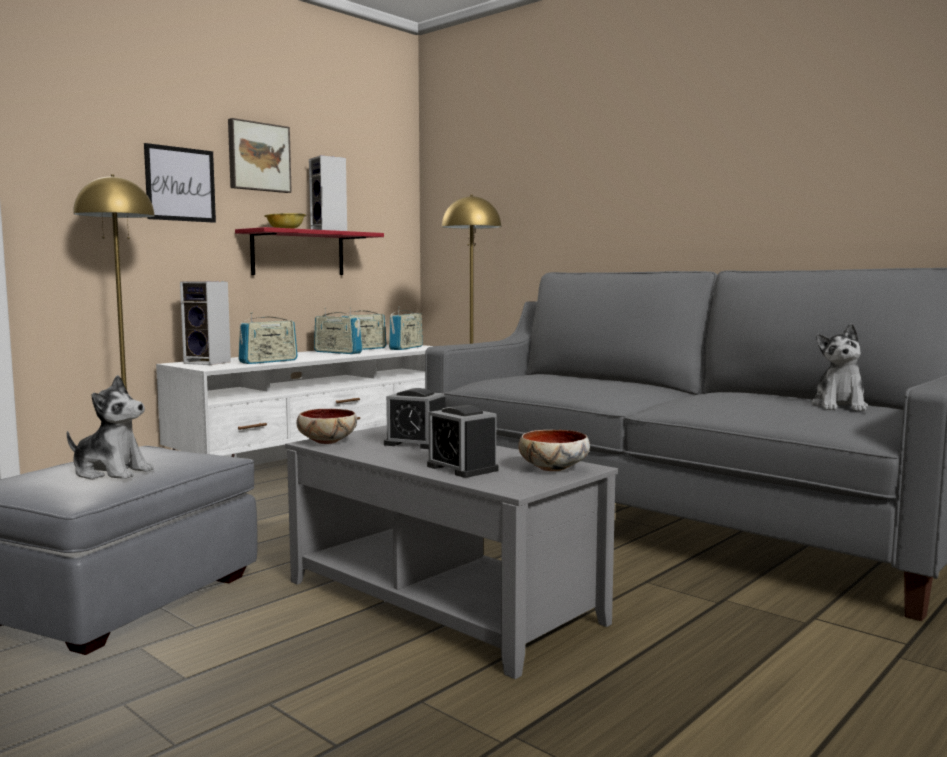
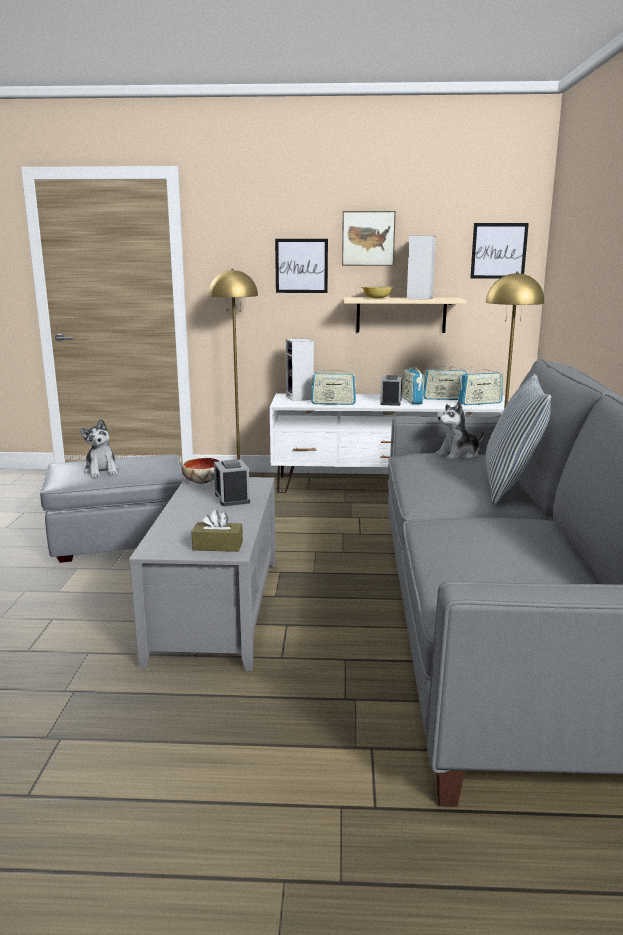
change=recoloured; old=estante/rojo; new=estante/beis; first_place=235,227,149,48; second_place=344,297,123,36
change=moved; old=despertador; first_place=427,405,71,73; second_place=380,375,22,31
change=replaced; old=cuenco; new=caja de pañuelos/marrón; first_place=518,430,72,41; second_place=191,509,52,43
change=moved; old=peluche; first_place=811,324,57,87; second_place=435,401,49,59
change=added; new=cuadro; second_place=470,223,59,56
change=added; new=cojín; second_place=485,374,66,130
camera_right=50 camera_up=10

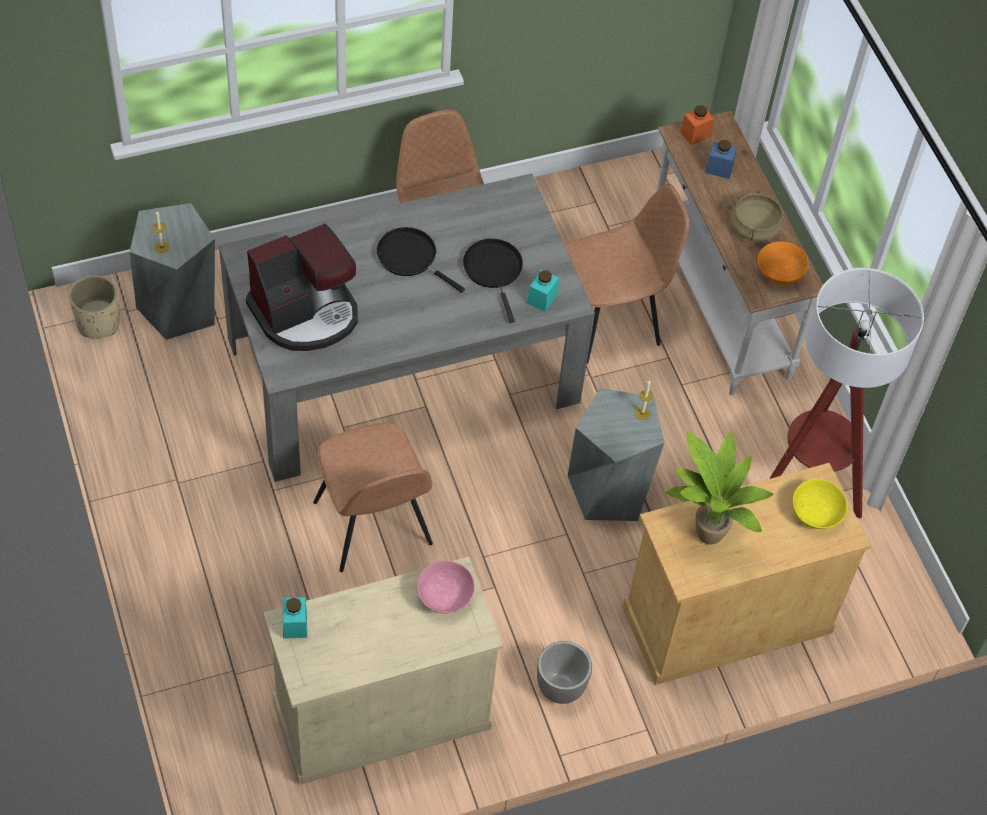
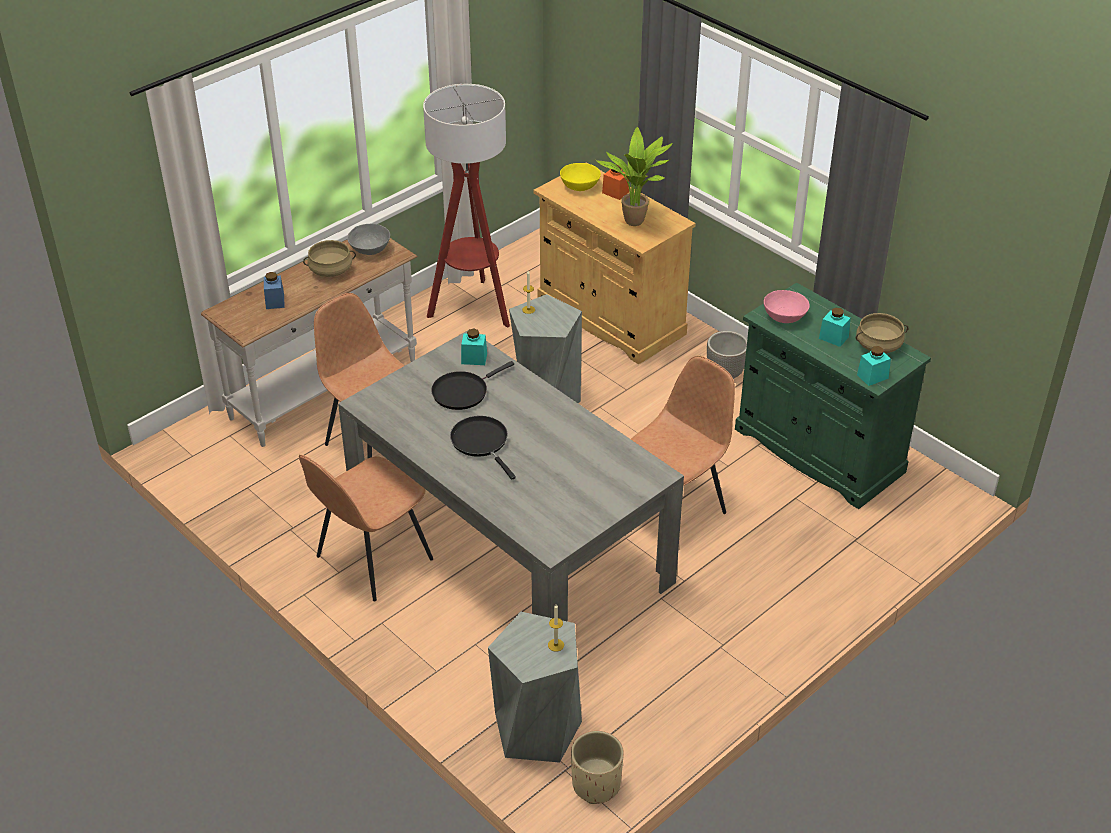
change=removed; old=cafetera; first_place=246,223,112,128
change=recoloured; old=armario/beis; new=armario/verde; first_place=263,556,240,229; second_place=735,282,196,227
change=turned; old=sartén/negro; first_place=377,227,88,66; second_place=450,416,66,64; degrees=135
change=moved; old=tarro/naranja; first_place=680,105,34,40; second_place=602,164,27,36
change=recoloured; old=cuenco/naranja; new=cuenco/gris; first_place=758,242,50,43; second_place=347,224,43,31
change=added; new=tarro/turquesa; second_place=819,308,32,39
change=added; new=olla/beis; second_place=856,313,53,40
camera_right=-110 camera_up=-15

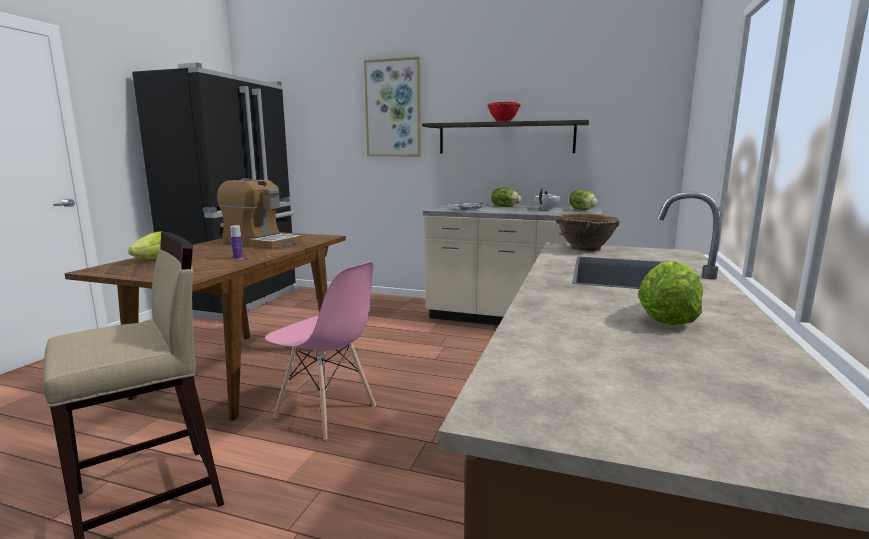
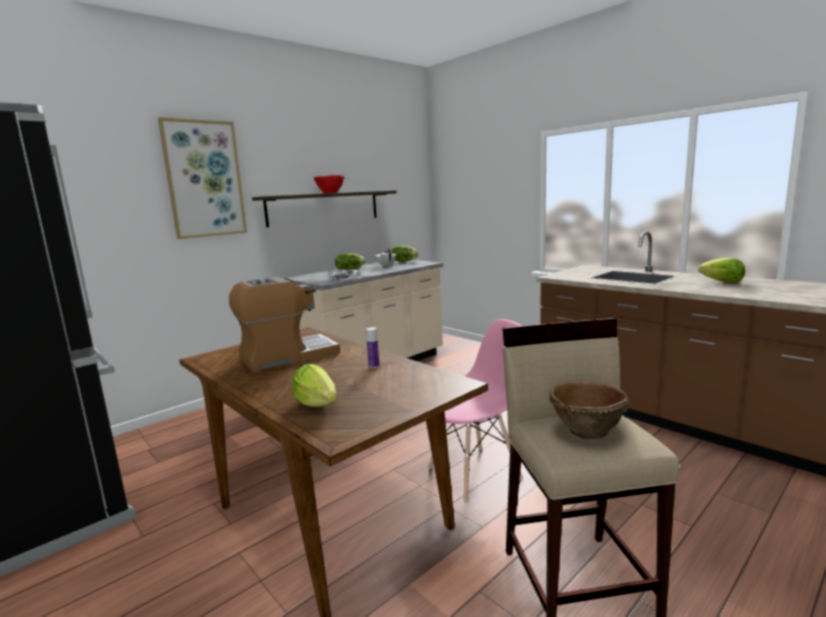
change=moved; old=cuenco/marrón; first_place=556,213,64,38; second_place=549,381,81,58
camera_right=-60 camera_up=0

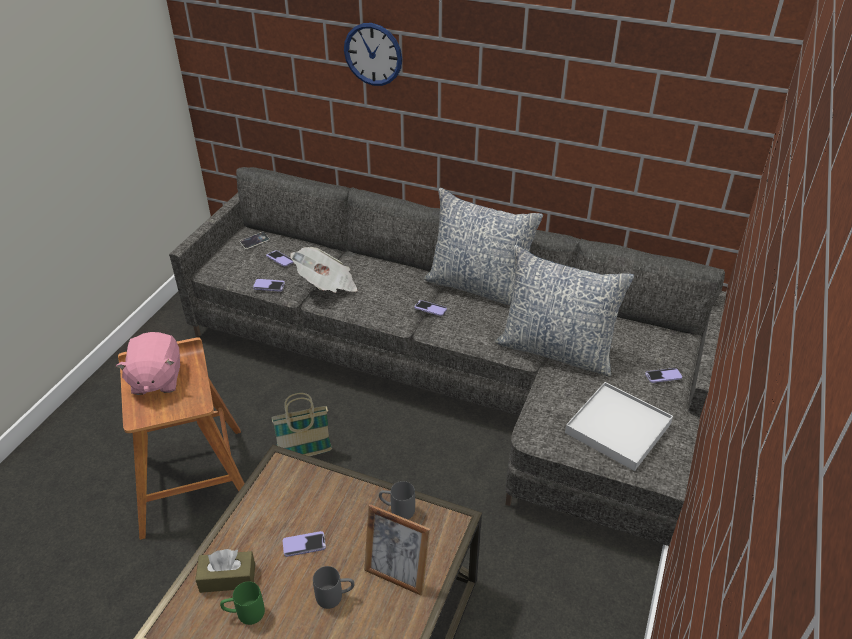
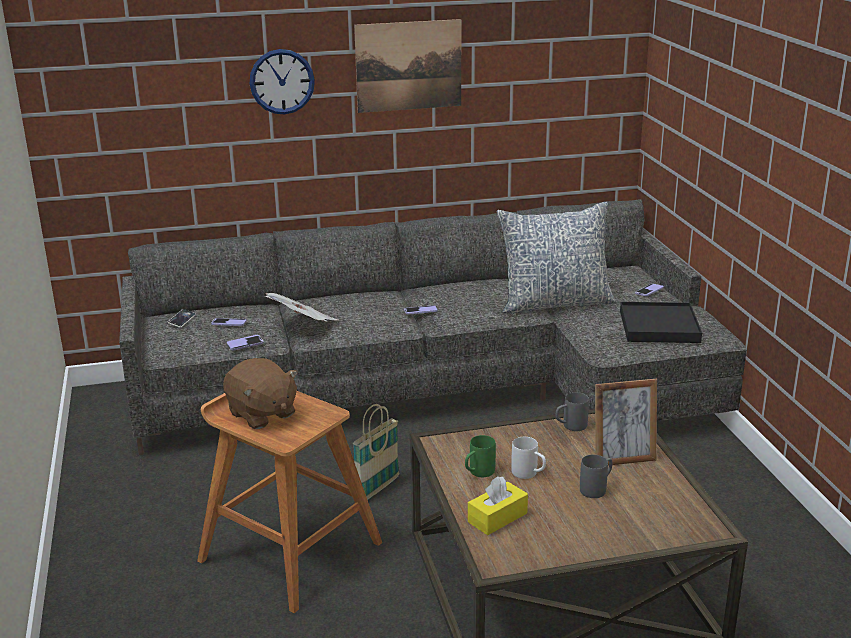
change=recoloured; old=peluche/rosa; new=peluche/marrón; first_place=116,332,64,63; second_place=223,358,75,71
change=recoloured; old=caja de pañuelos/marrón; new=caja de pañuelos/amarillo; first_place=195,549,60,44; second_place=468,476,60,59
change=moved; old=taza grande/verde; first_place=220,581,45,44; second_place=465,435,31,42
change=replaced; old=móvil; new=taza grande/blanco; first_place=283,531,43,26; second_place=511,437,35,42
change=removed; old=cojín; first_place=424,188,119,117
change=recoloured; old=bandeja/blanco; new=bandeja/negro; first_place=565,382,108,89; second_place=620,302,82,41
change=added; new=cuadro; second_place=354,19,107,94
camera_right=-35 camera_up=-15

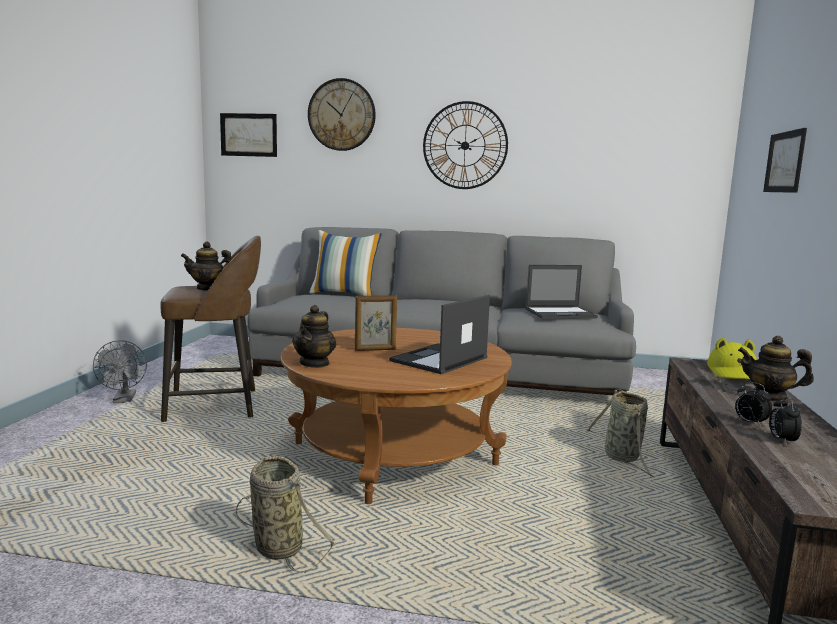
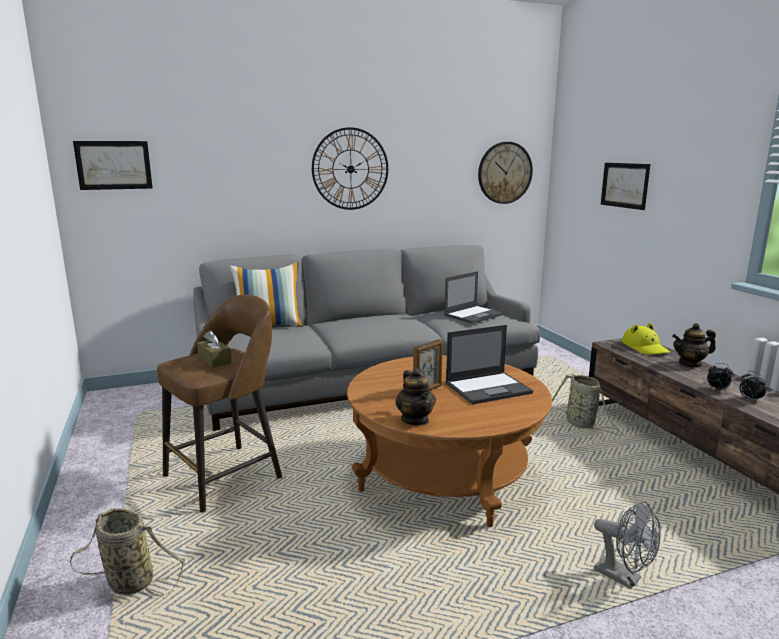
change=moved; old=ventilador/gris; first_place=93,340,54,63; second_place=594,502,67,87
change=replaced; old=tetera; new=caja de pañuelos/marrón; first_place=181,241,50,50; second_place=197,330,35,38
change=moved; old=cesta; first_place=236,456,100,116; second_place=70,508,115,88
change=moved; old=reloj de pared; first_place=308,78,68,73; second_place=478,142,55,62
change=turned; old=portátil; first_place=389,295,101,79; second_place=446,325,87,79; degrees=-120
camera_right=-30 camera_up=5

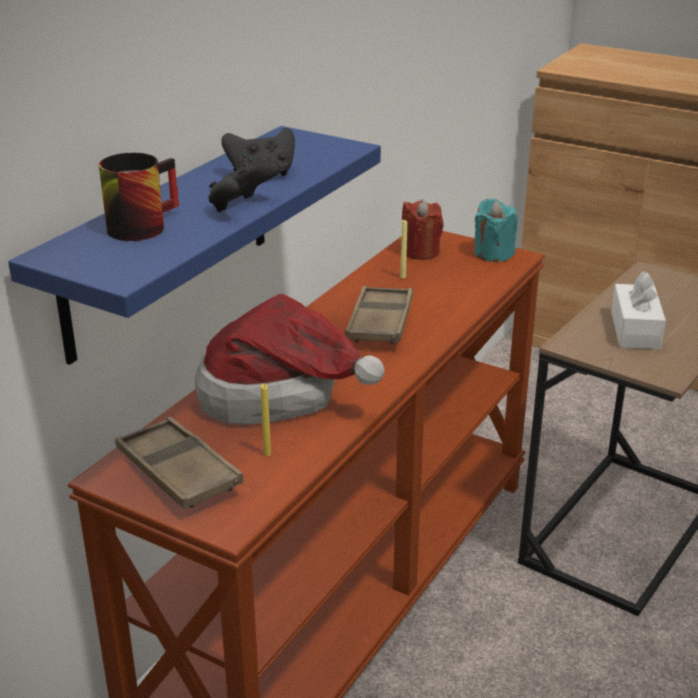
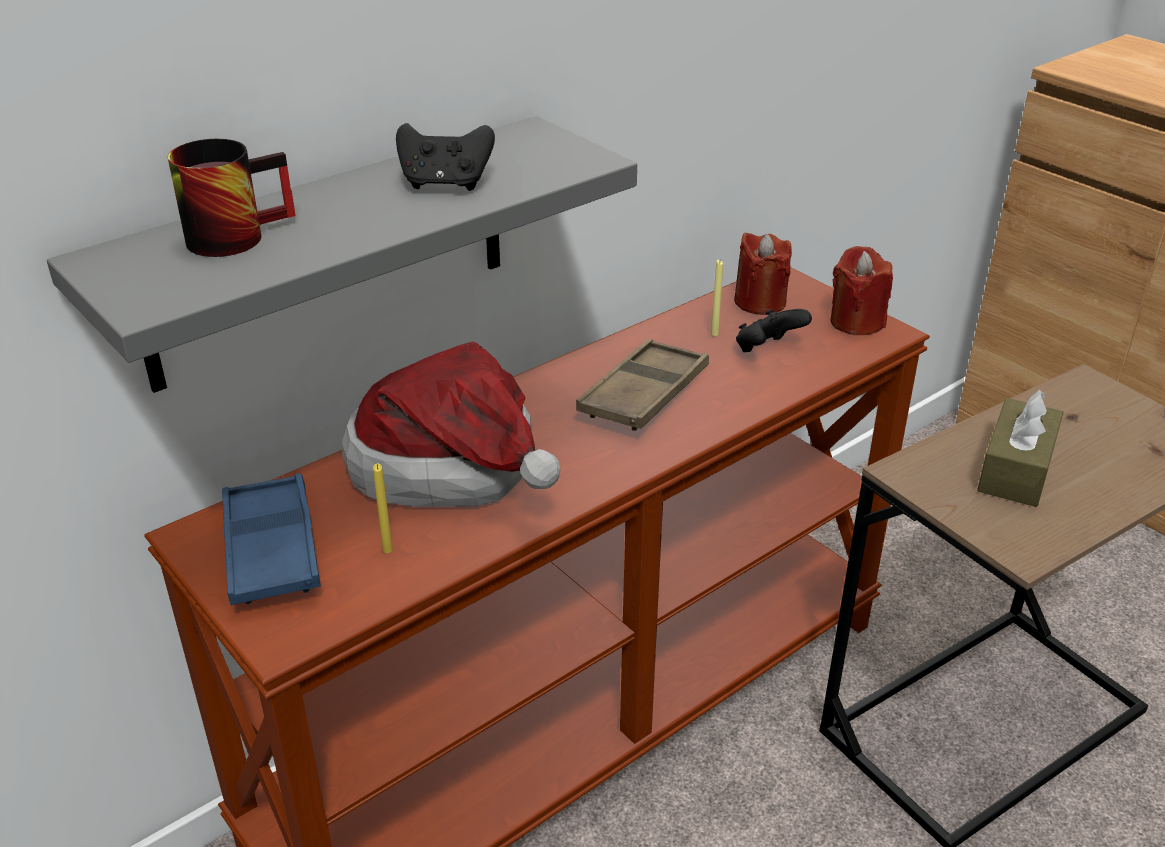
change=recoloured; old=estante/azul; new=estante/gris; first_place=8,126,373,239; second_place=47,116,590,277
change=recoloured; old=bandeja/marrón; new=bandeja/azul; first_place=115,417,129,92; second_place=222,473,99,132
change=moved; old=mando de consola/negro; first_place=208,160,72,52; second_place=736,309,76,43
change=recoloured; old=vela/turquesa; new=vela/rojo; first_place=474,199,44,63; second_place=830,246,63,89
change=recoloured; old=caja de pañuelos/blanco; new=caja de pañuelos/marrón; first_place=611,271,55,78; second_place=977,390,87,117
camera_right=20 camera_up=5

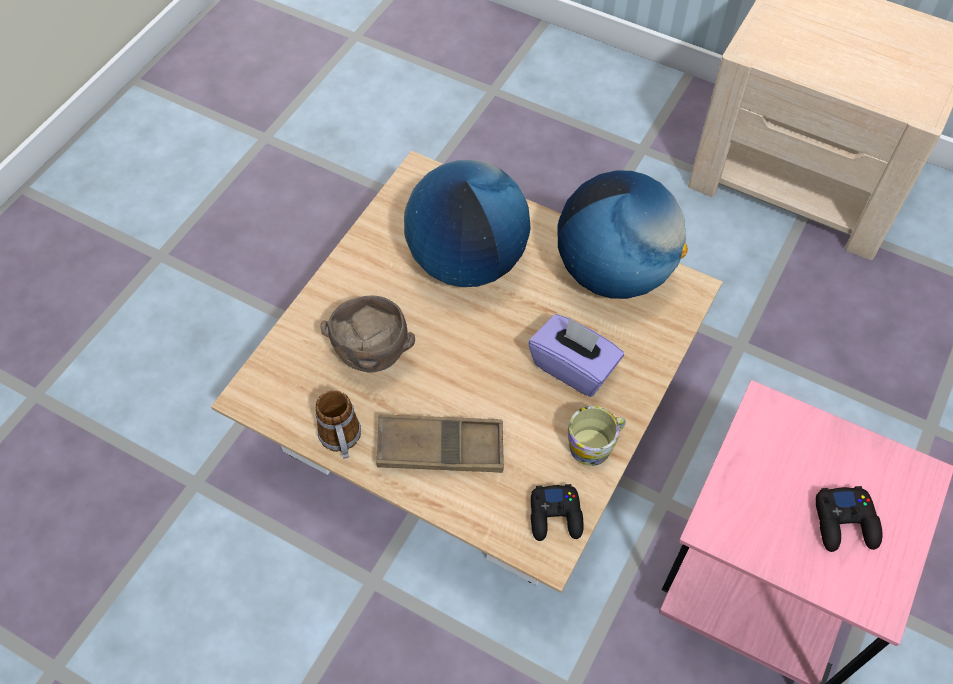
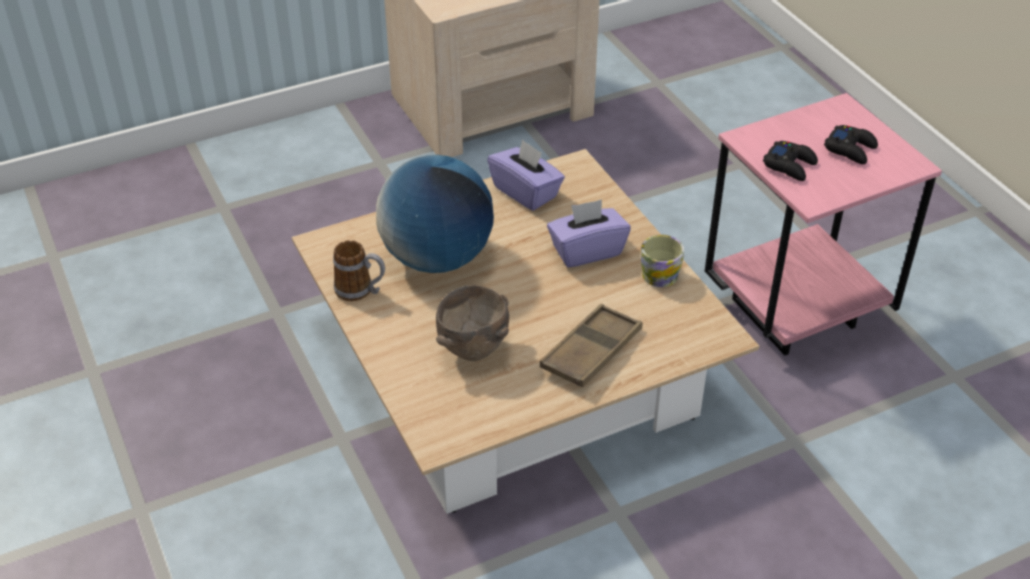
change=moved; old=taza grande; first_place=315,390,46,69; second_place=333,240,52,61
change=moved; old=mando de consola/negro; first_place=531,484,53,57; second_place=763,141,55,40
change=replaced; old=globo terráqueo; new=caja de pañuelos/morado; first_place=558,170,130,129; second_place=487,139,78,72
camera_right=-55 camera_up=-15

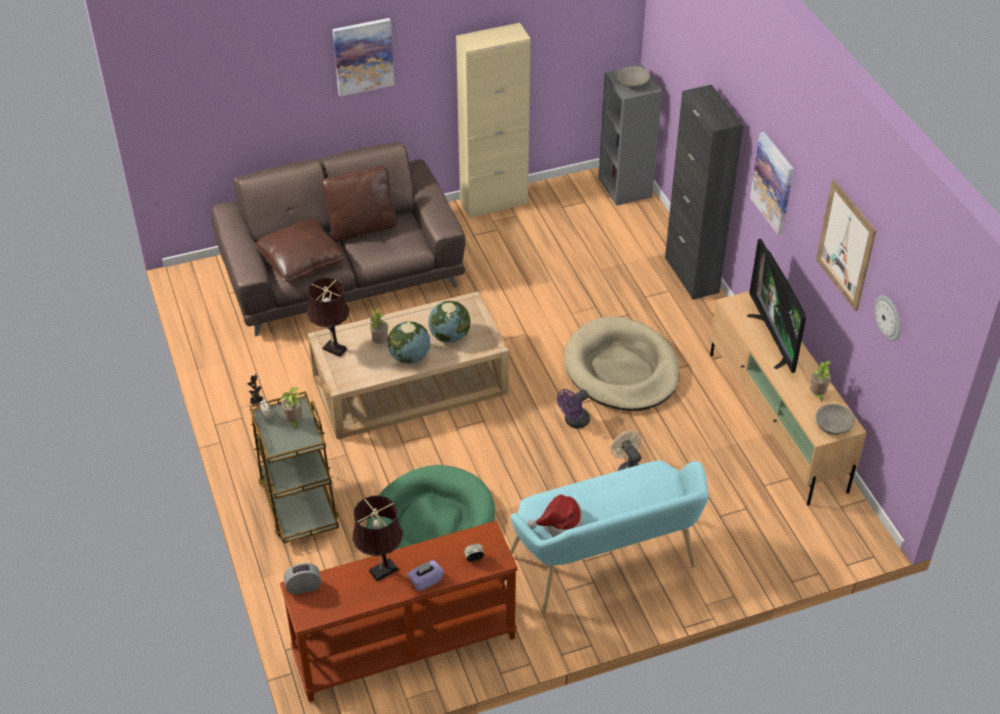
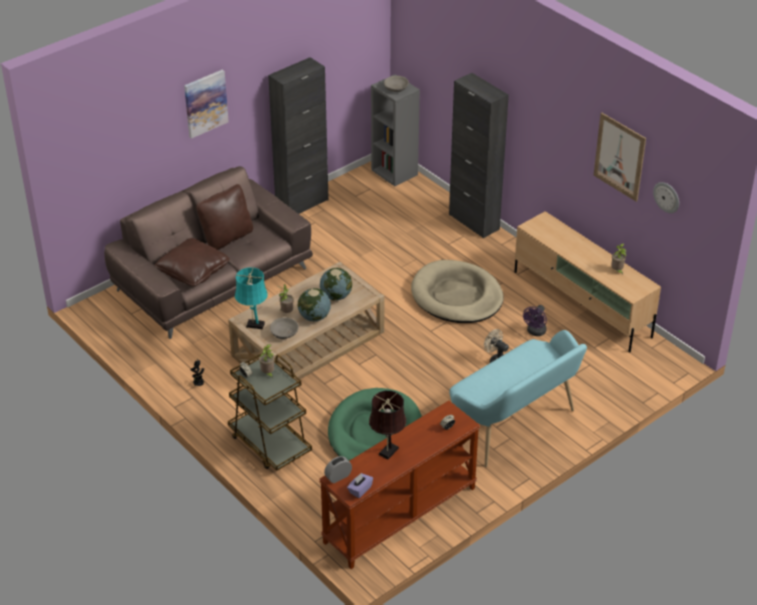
change=recoloured; old=lámpara de mesa/marrón; new=lámpara de mesa/turquesa; first_place=308,278,41,79; second_place=235,268,33,61
change=moved; old=caja de pañuelos/morado; first_place=407,560,37,32; second_place=347,473,26,25
change=recoloured; old=armario/beis; new=armario/negro; first_place=456,23,75,195; second_place=268,57,61,157
change=removed; old=sombrero; first_place=528,494,56,43
change=moved; old=ventilador/morado; first_place=557,389,33,40; second_place=523,305,24,31
change=removed; old=televisor; first_place=747,239,59,134
change=removed; old=cuadro; first_place=750,132,44,103
change=moved; old=cuenco/gris; first_place=816,404,39,31; second_place=270,317,29,22
camera_right=-20 camera_up=-5

